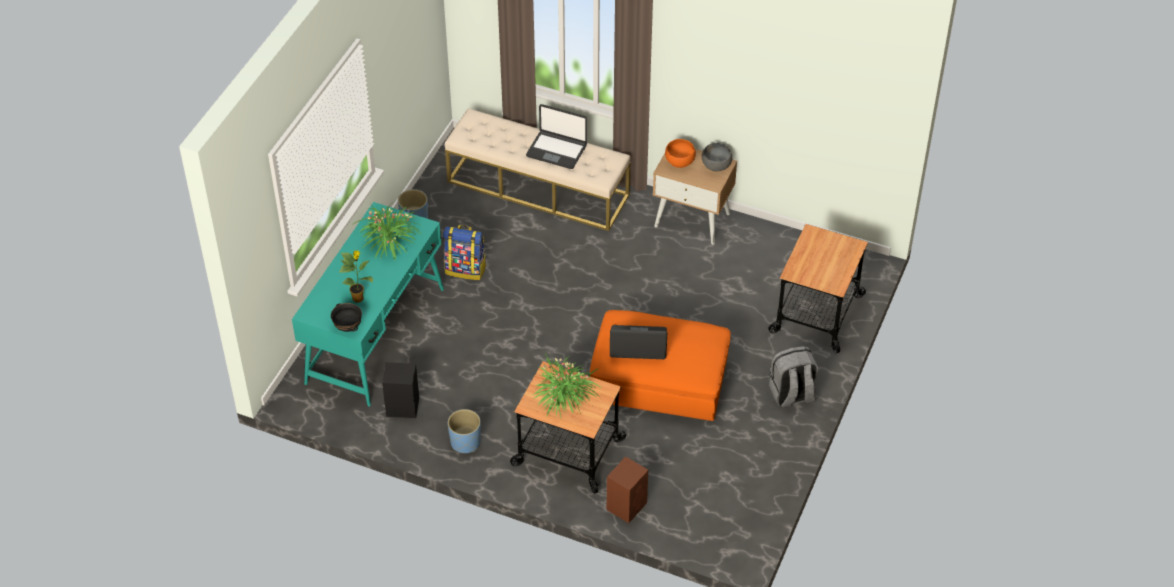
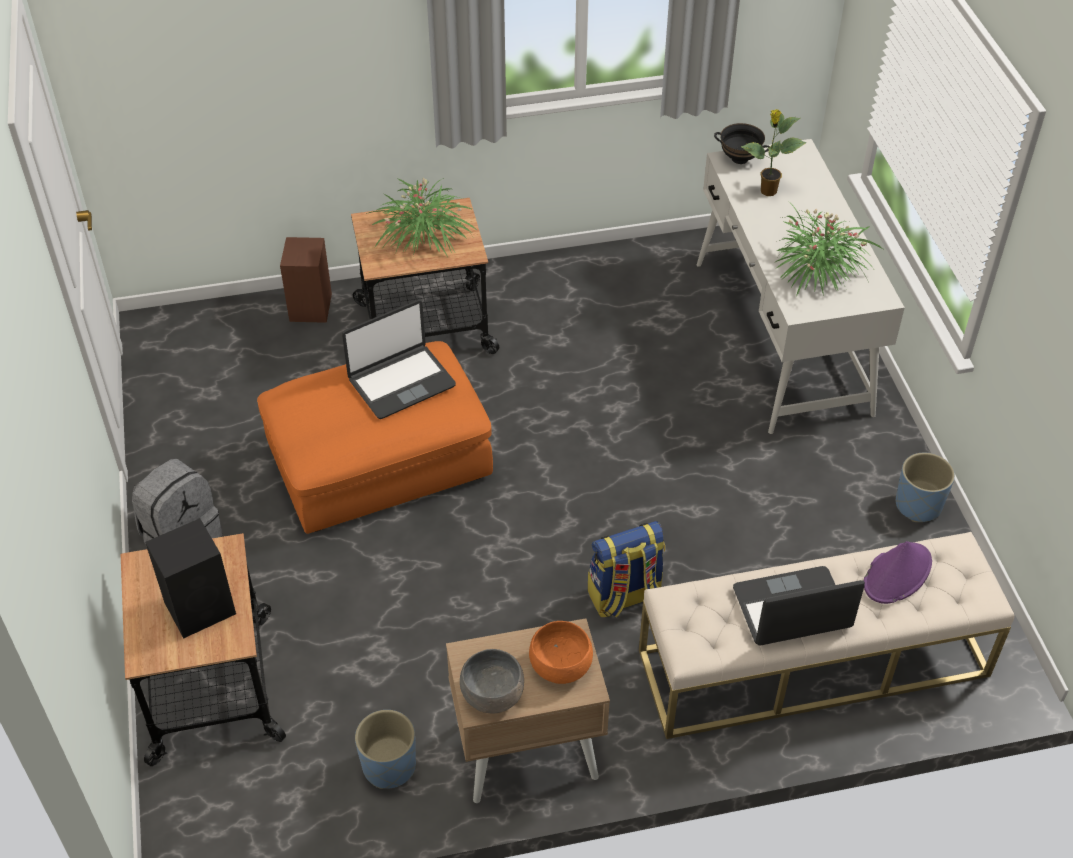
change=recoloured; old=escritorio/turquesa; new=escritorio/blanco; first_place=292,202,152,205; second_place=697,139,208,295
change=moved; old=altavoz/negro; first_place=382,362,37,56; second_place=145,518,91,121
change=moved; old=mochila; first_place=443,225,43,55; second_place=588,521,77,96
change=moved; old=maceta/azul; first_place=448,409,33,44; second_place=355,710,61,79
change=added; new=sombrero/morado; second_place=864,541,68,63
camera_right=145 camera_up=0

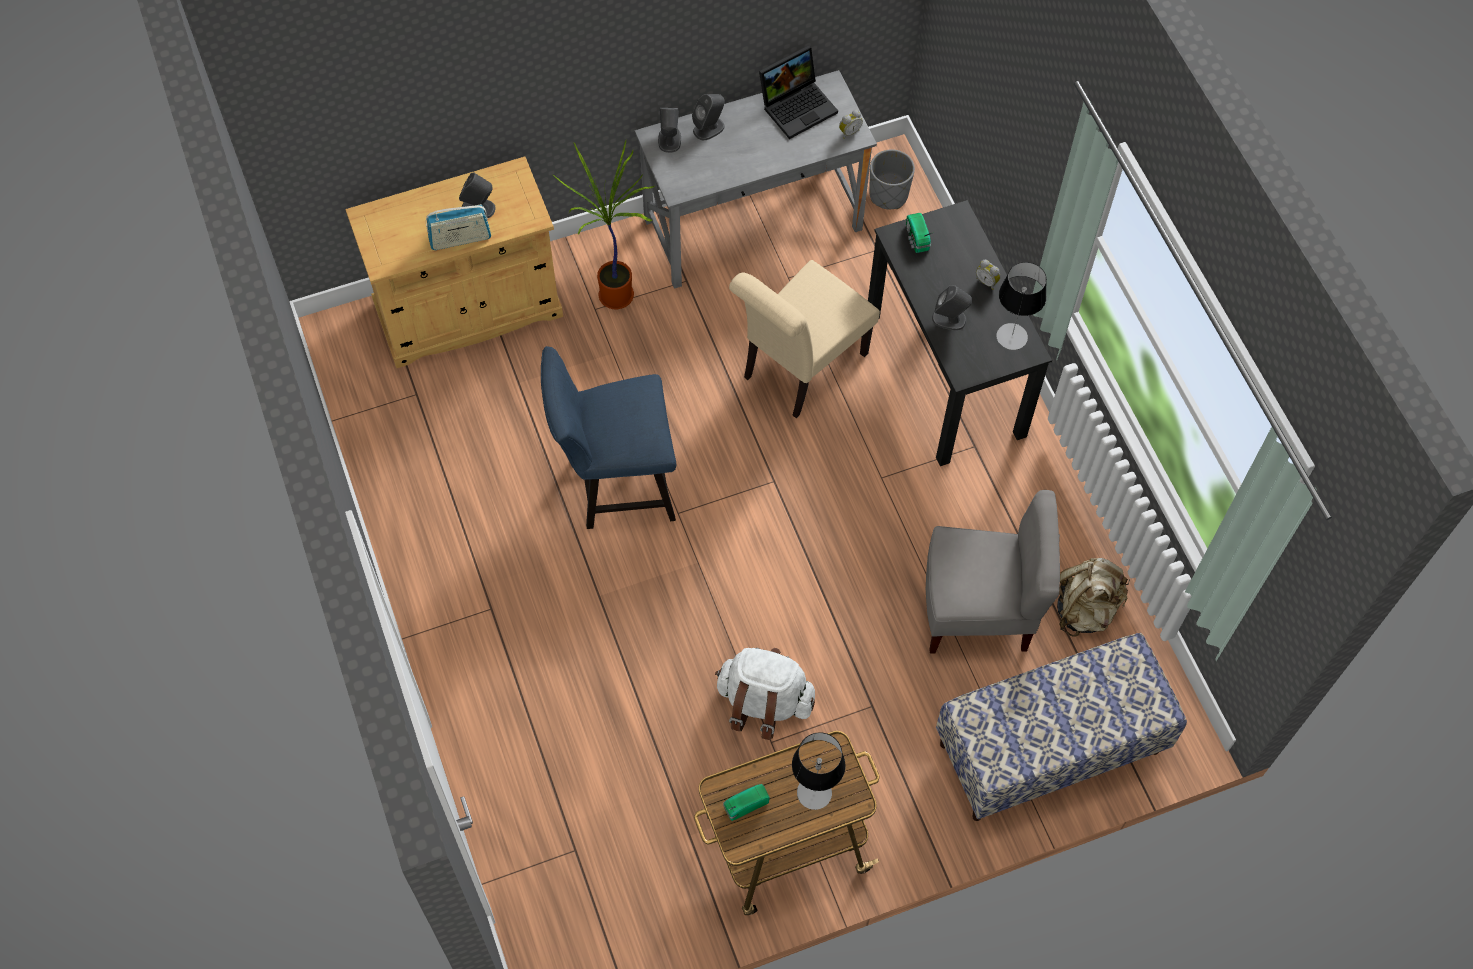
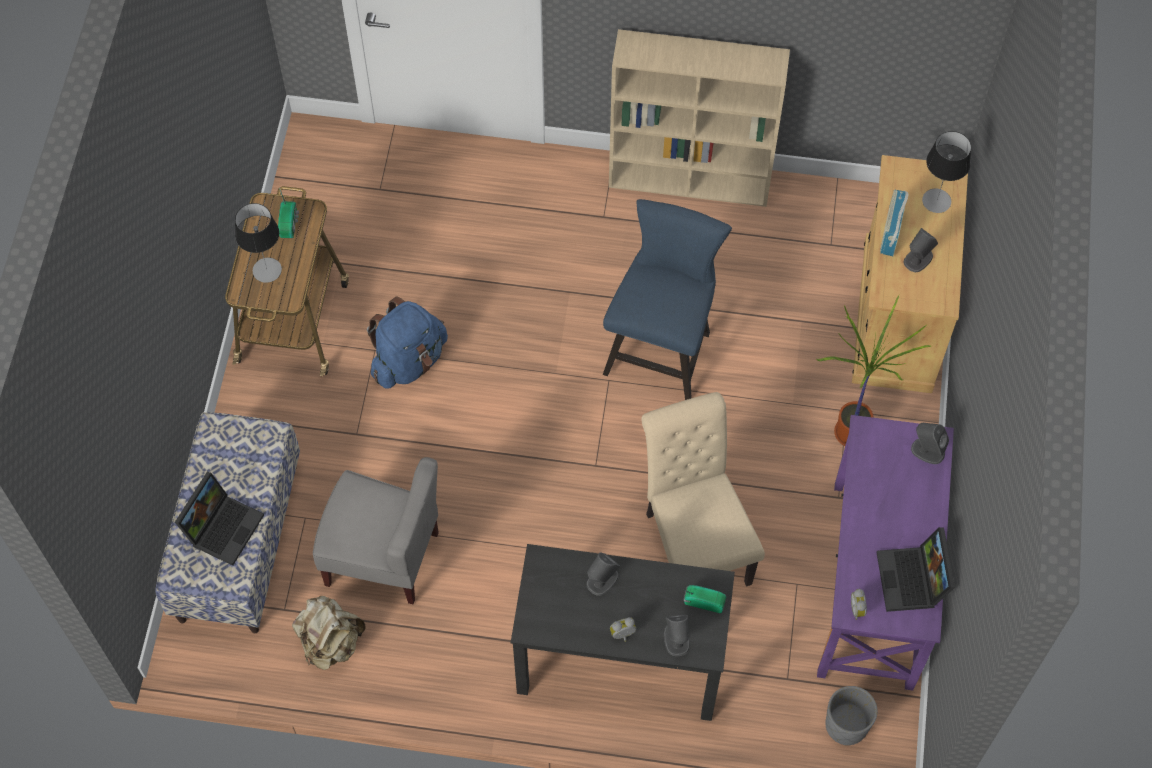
change=recoloured; old=escritorio/gris; new=escritorio/morado; first_place=635,70,242,219; second_place=817,415,137,276
change=moved; old=altavoz/gris; first_place=692,94,33,46; second_place=664,615,26,41
change=recoloured; old=mochila/blanco; new=mochila/azul; first_place=715,648,100,92; second_place=367,296,81,93
change=turned; old=silla/gris; first_place=926,490,134,164; second_place=313,457,126,147; degrees=-105
change=moved; old=lámpara de mesa; first_place=996,262,51,88; second_place=922,131,49,82
change=added; new=portátil; second_place=175,472,89,94
change=added; new=estantería/beis; second_place=609,29,181,178
camera_right=120 camera_up=0

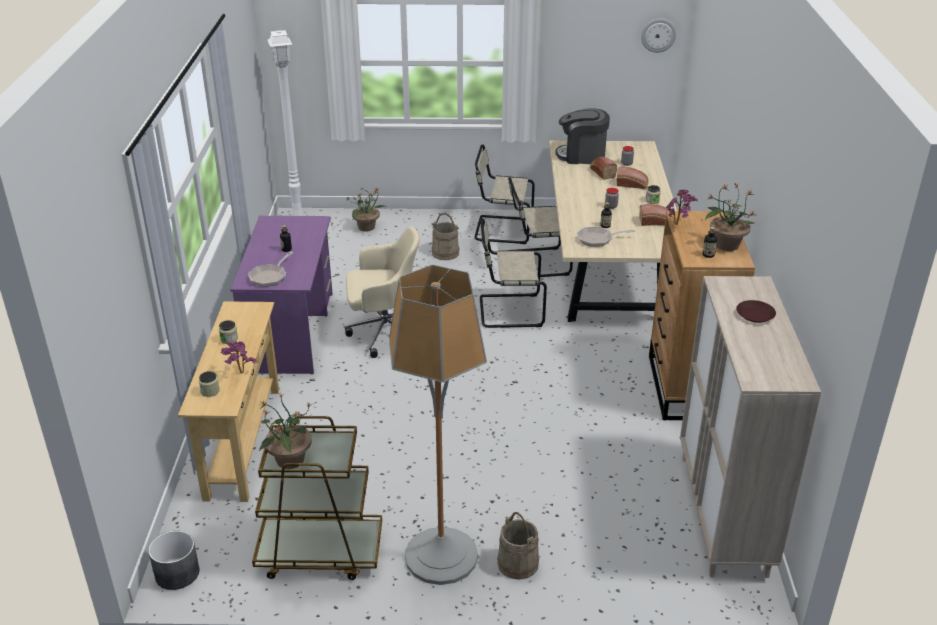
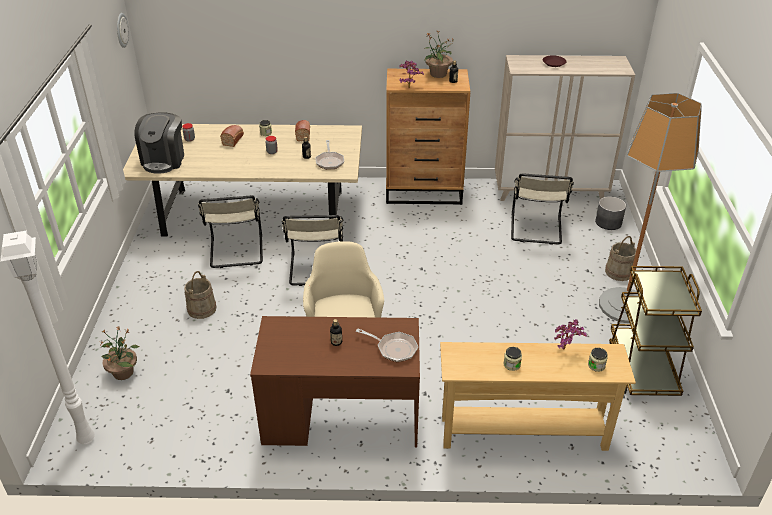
change=moved; old=maceta/gris; first_place=148,531,52,59; second_place=595,196,31,34
change=recoloured; old=escritorio/morado; new=escritorio/marrón; first_place=230,216,103,158; second_place=250,316,170,131
change=removed; old=planta en maceta; first_place=259,393,53,76
change=moved; old=silla/beis; first_place=474,144,61,100; second_place=511,173,63,72
change=removed; old=pan; first_place=590,157,27,23
camera_right=-90 camera_up=5

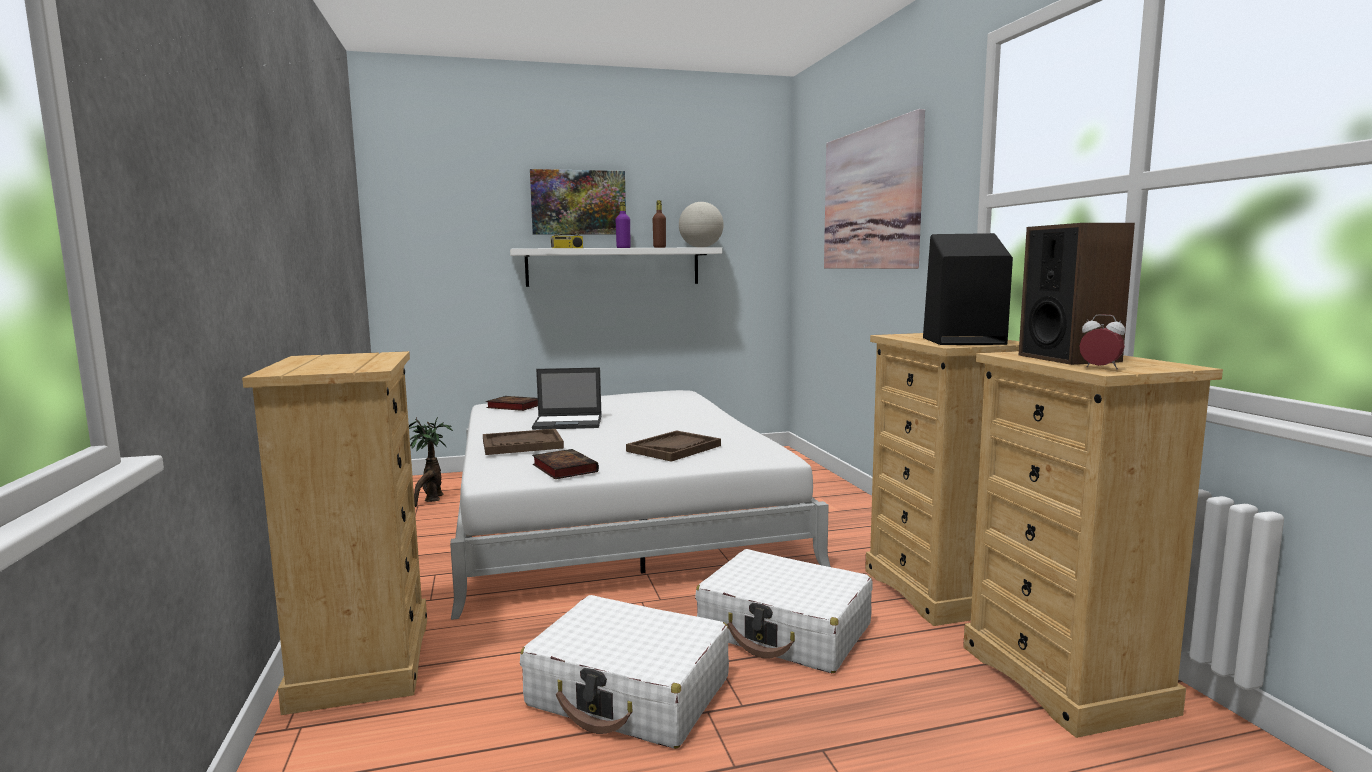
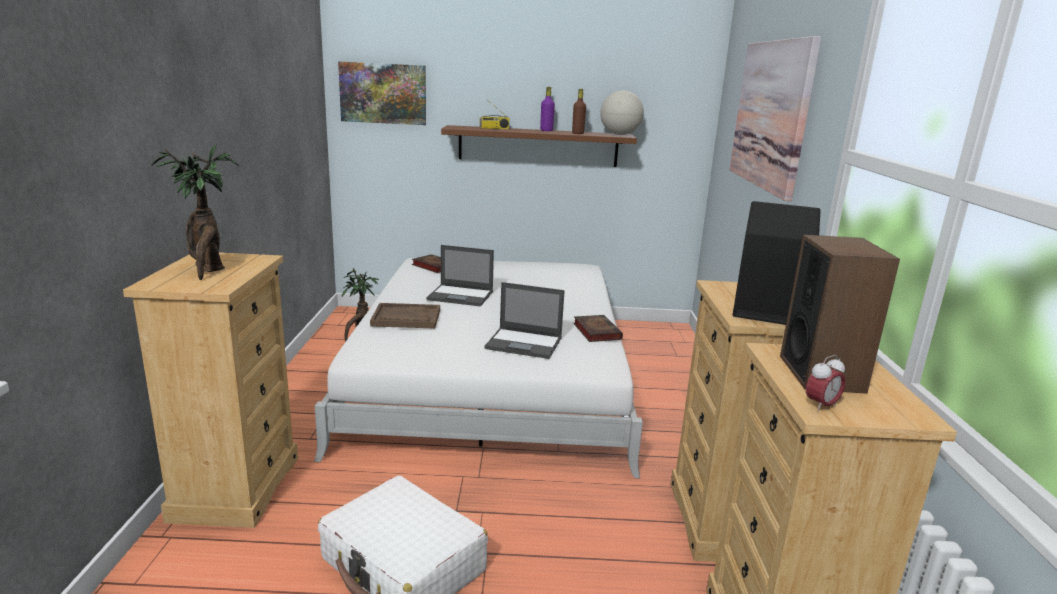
change=recoloured; old=estante/blanco; new=estante/marrón; first_place=510,247,212,40; second_place=441,125,196,42
change=moved; old=cuadro; first_place=530,169,96,66; second_place=338,62,88,63
change=moved; old=libro; first_place=532,449,67,30; second_place=573,315,50,27
change=replaced; old=bandeja/marrón; new=portátil; first_place=626,430,95,32; second_place=484,282,81,77
change=removed; old=maleta/blanco; first_place=695,549,177,124
change=turned; old=despertador; first_place=1079,314,46,56; second_place=806,355,40,57; degrees=90
change=added; new=planta en maceta; second_place=151,144,88,136
camera_right=15 camera_up=10

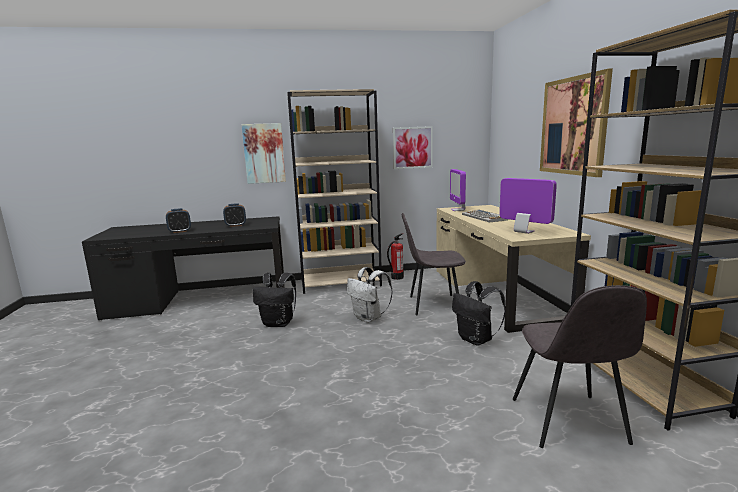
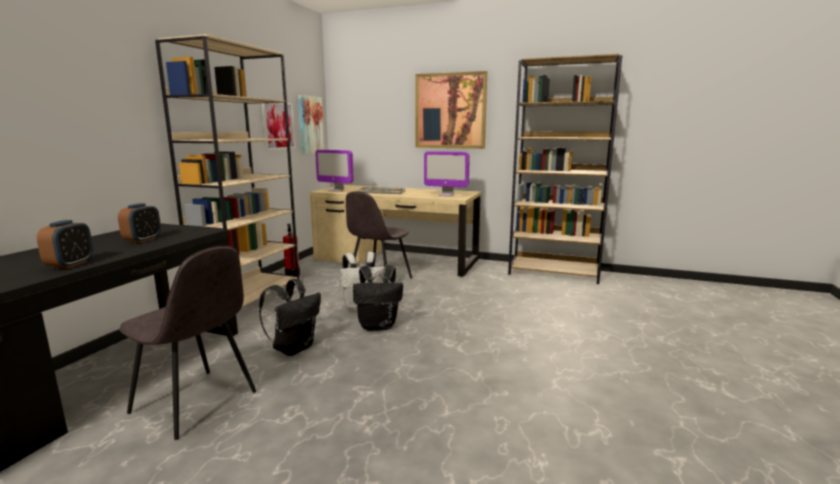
change=moved; old=cuadro; first_place=241,123,45,61; second_place=298,95,26,59
change=moved; old=mochila/negro; first_place=452,281,54,65; second_place=353,265,50,66
change=turned; old=monitor; first_place=499,178,58,56; second_place=424,151,46,45; degrees=-150
change=moved; old=silla/gris; first_place=513,285,134,163; second_place=120,246,136,194
camera_right=-60 camera_up=0

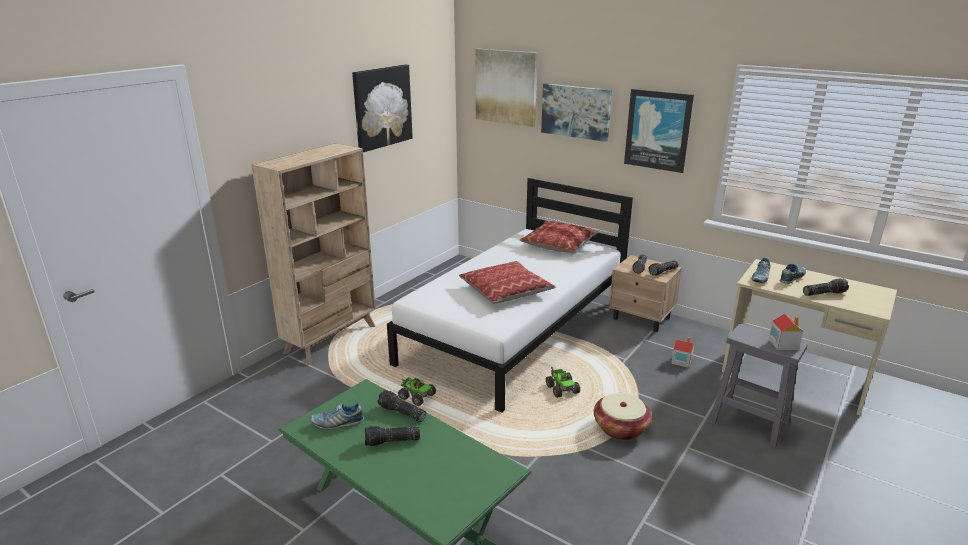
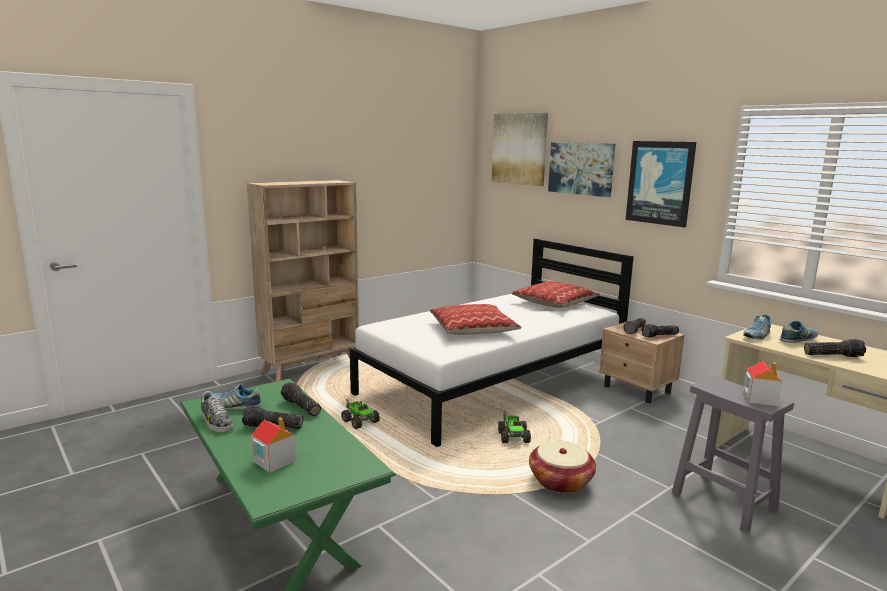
change=removed; old=cuadro; first_place=352,65,61,87
change=moved; old=casita; first_place=671,337,23,31; second_place=251,417,45,56
change=added; new=zapato; second_place=201,391,33,41
camera_right=15 camera_up=-10

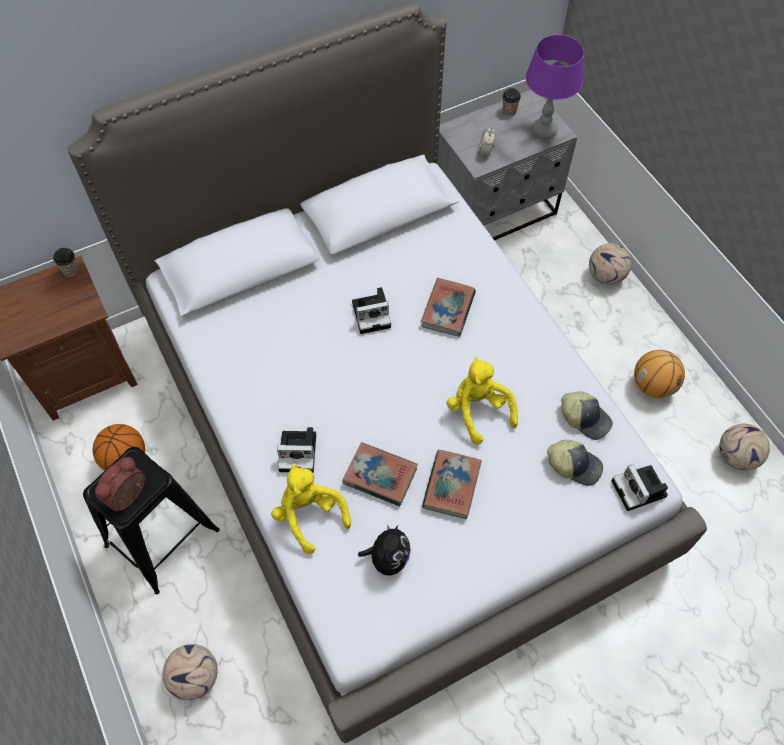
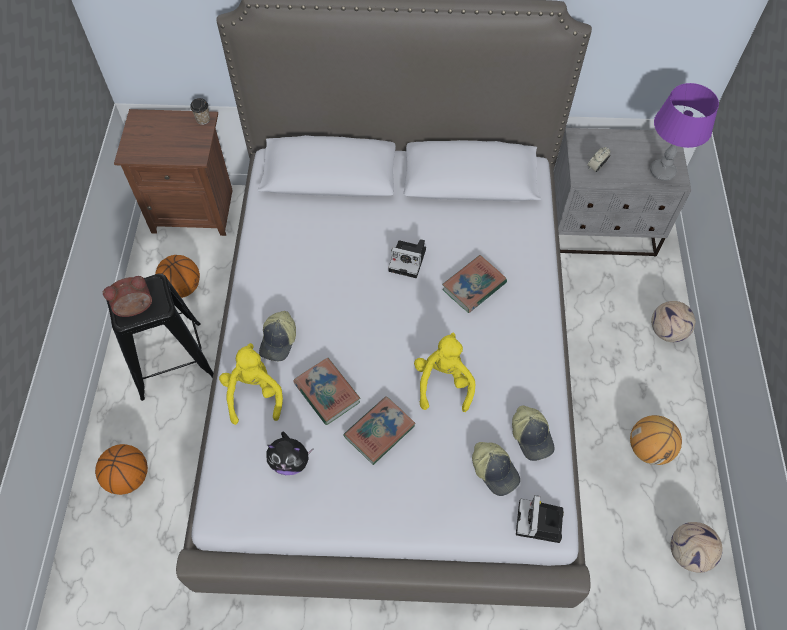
change=replaced; old=balón de fútbol; new=balón de baloncesto; first_place=163,644,55,56; second_place=95,444,53,51
change=replaced; old=cámara; new=gorra; first_place=277,427,39,45; second_place=259,311,37,50
change=turned; old=peluche; first_place=358,525,53,51; second_place=266,431,48,44; degrees=45
change=removed; old=taza; first_place=502,88,19,28
camera_right=30 camera_up=0

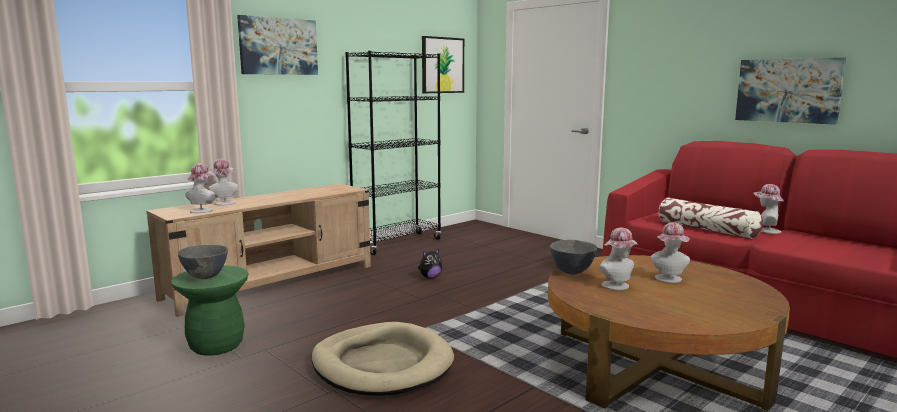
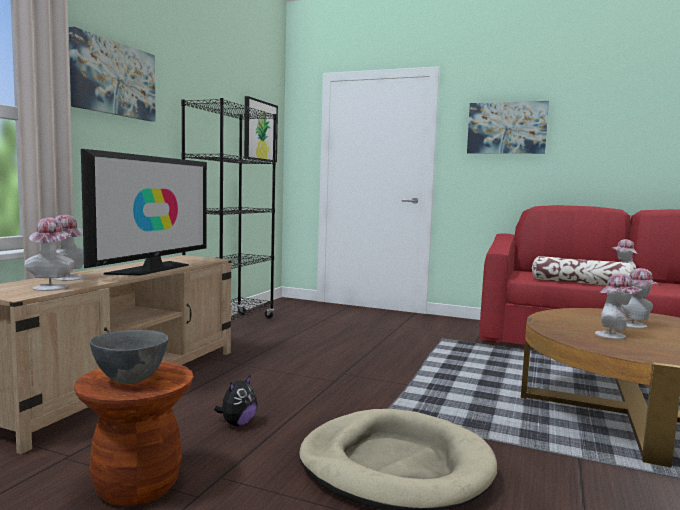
change=recoloured; old=taburete/verde; new=taburete/marrón; first_place=171,266,78,90; second_place=74,361,119,145
change=moved; old=peluche; first_place=418,248,24,31; second_place=214,374,43,52
change=removed; old=cuenco/gris; first_place=550,240,47,34
change=moved; old=cuadro; first_place=735,58,111,67; second_place=467,101,82,53
change=added; new=televisor; second_place=81,149,126,127
camera_right=-25 camera_up=-5

